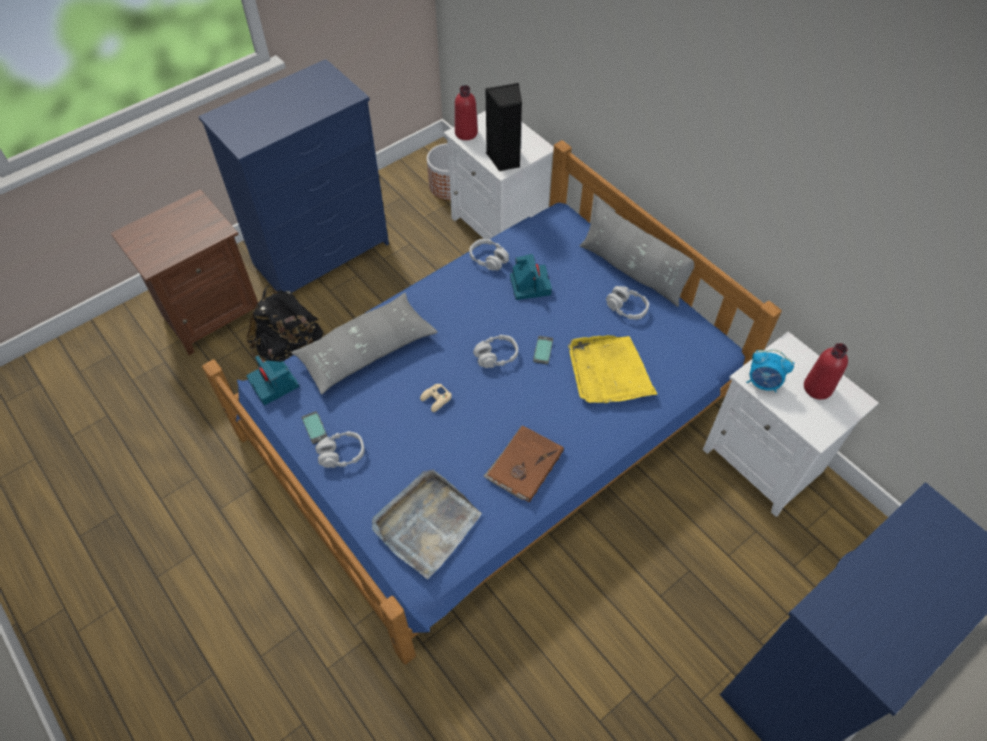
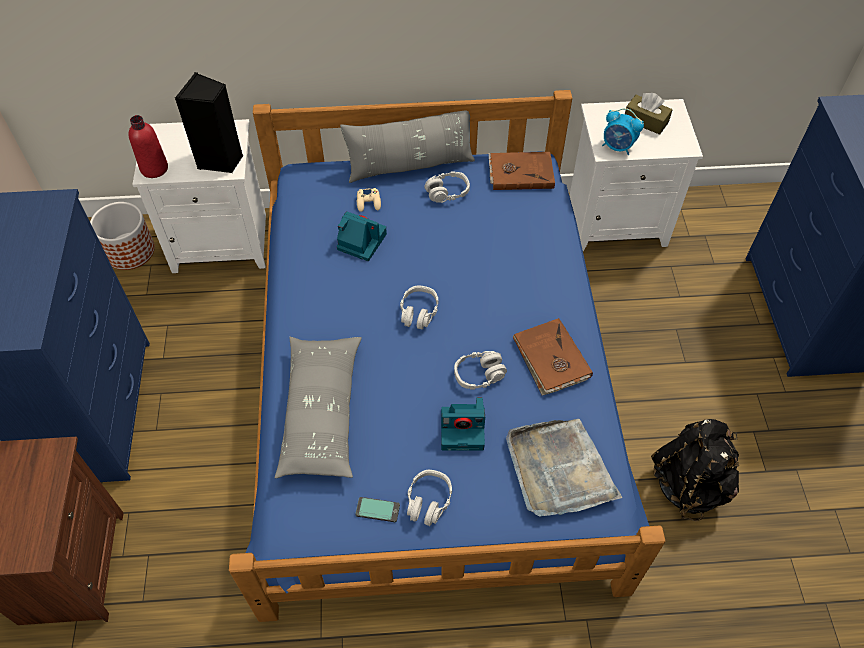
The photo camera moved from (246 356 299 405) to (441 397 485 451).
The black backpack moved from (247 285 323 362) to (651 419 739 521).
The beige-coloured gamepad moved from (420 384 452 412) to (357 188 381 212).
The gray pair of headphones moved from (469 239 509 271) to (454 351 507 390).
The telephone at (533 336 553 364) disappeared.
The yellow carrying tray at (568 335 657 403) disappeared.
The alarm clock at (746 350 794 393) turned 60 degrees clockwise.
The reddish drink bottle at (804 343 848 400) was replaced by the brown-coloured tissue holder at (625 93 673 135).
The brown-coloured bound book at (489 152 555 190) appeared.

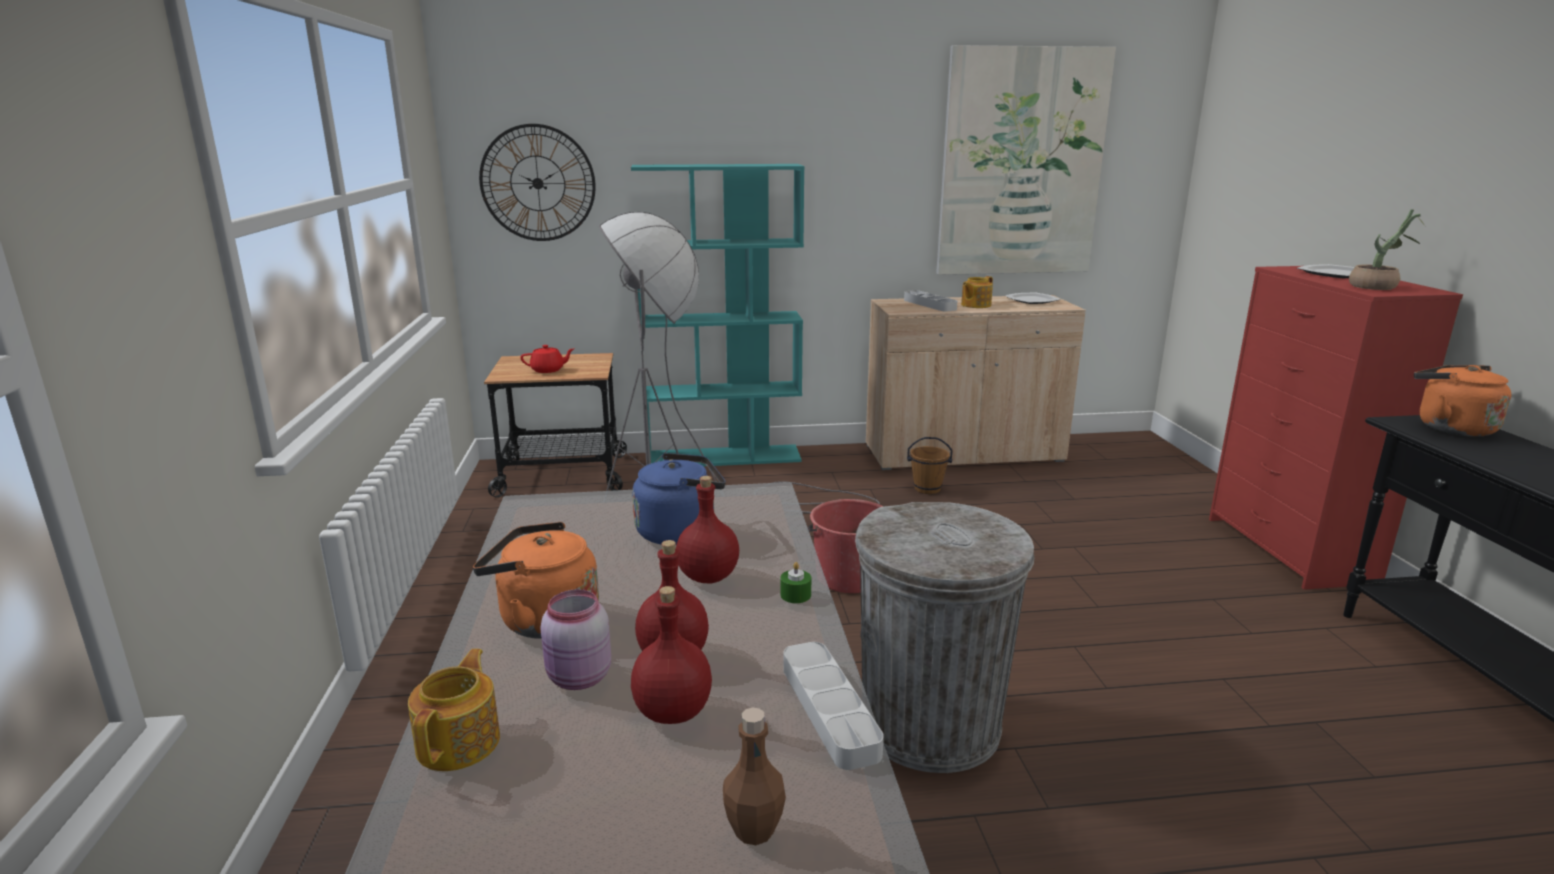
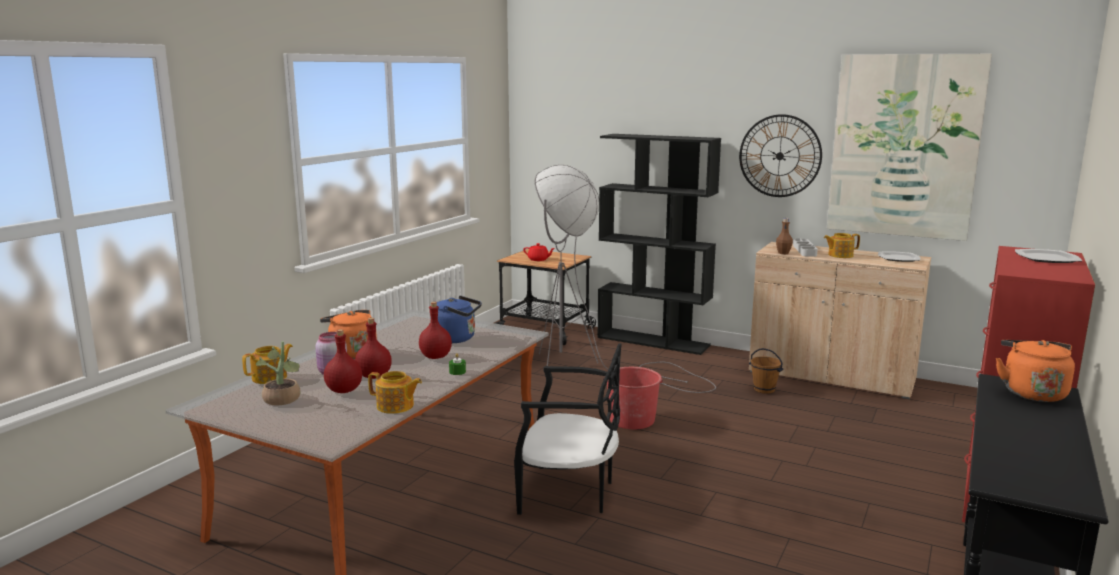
The clock on the wall moved from (479 124 596 241) to (739 114 822 197).
The turquoise-coloured bookcase at (631 164 805 466) became the black bookcase at (597 134 721 355).
The brown-coloured drink bottle moved from (723 708 786 845) to (776 218 793 254).
The gray carrying tray at (784 642 884 770) was replaced by the pot for tea at (368 371 422 414).
The gray trash can at (855 502 1035 773) was replaced by the black upright chair at (514 343 622 515).
The plant in a pot moved from (1349 209 1426 290) to (256 341 300 405).

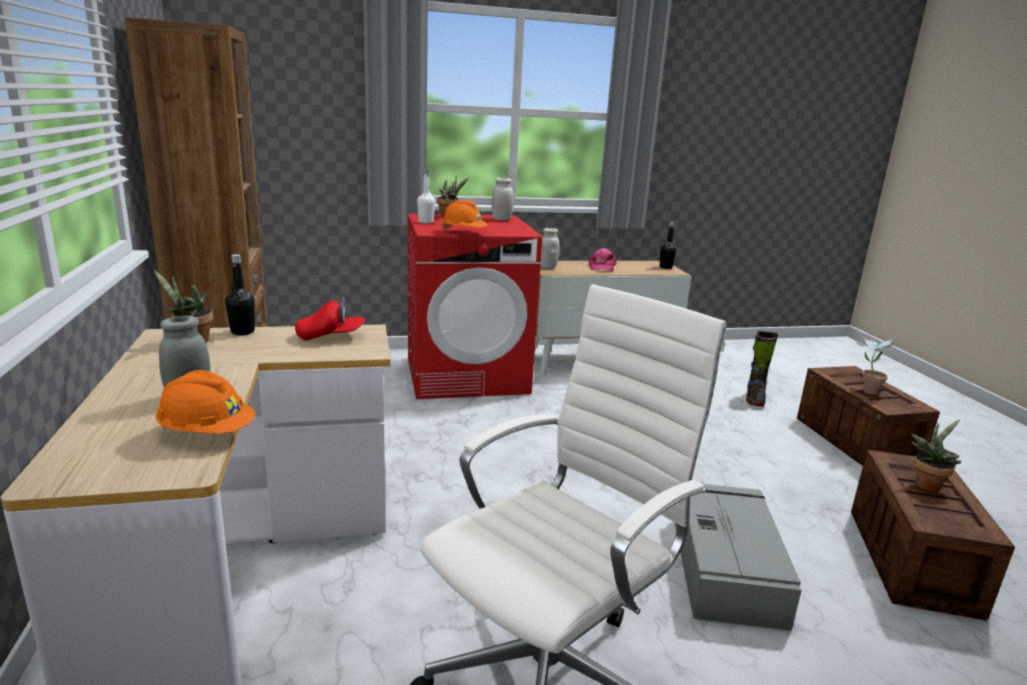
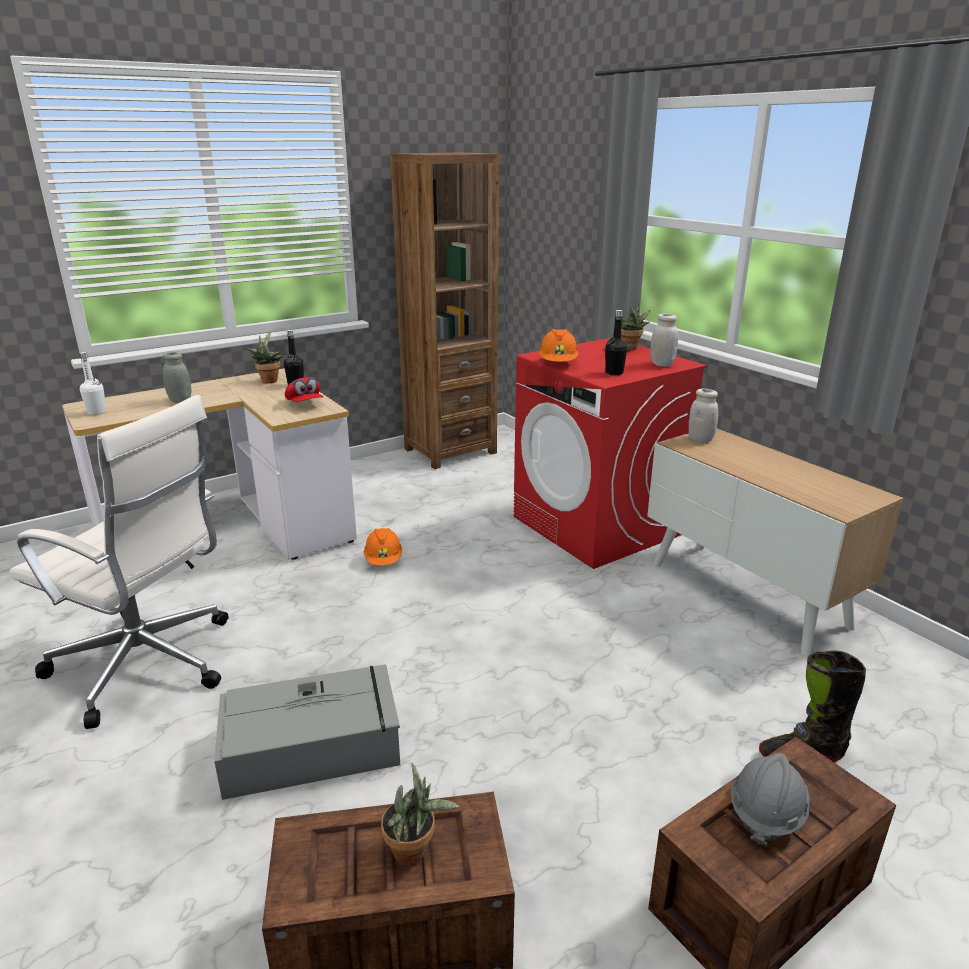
The orangey safety helmet moved from (155 370 255 434) to (364 528 403 566).
The white-coloured drink bottle moved from (417 169 435 223) to (80 352 106 415).
The pinkish baseball cap at (588 248 617 272) disappeared.
The black drink bottle moved from (660 222 677 269) to (605 310 627 375).
The plant in a pot at (856 336 894 395) was replaced by the gray safety helmet at (731 753 810 846).

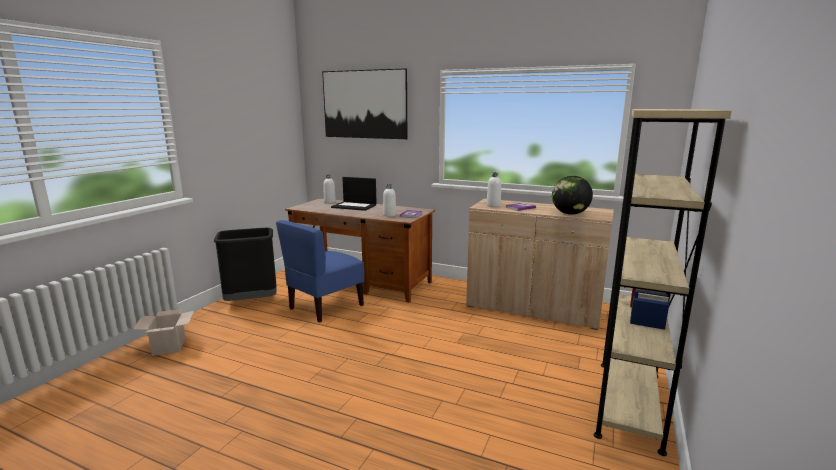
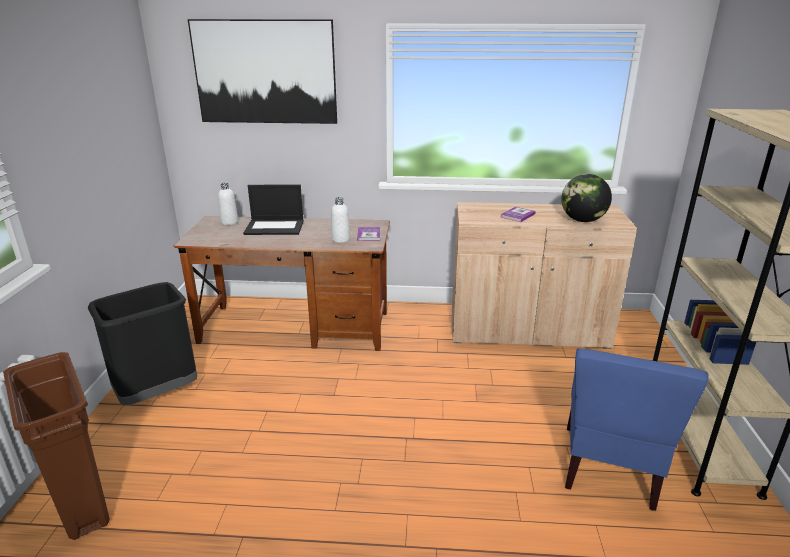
The cardboard box at (133 309 194 356) was replaced by the brown-coloured trash can at (3 352 110 540).
The blue upright chair moved from (276 220 364 323) to (565 348 709 511).
The white-coloured drink bottle at (486 172 501 207) disappeared.

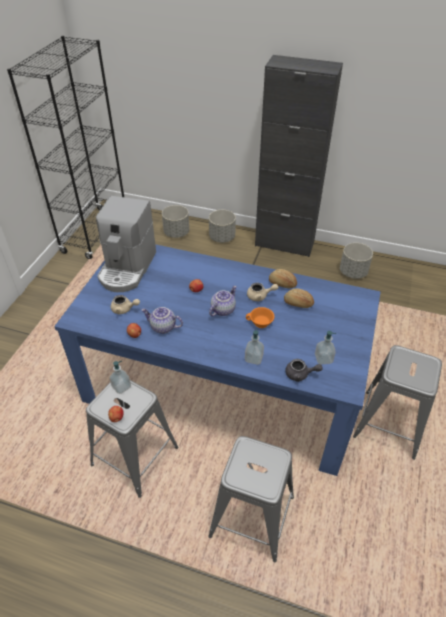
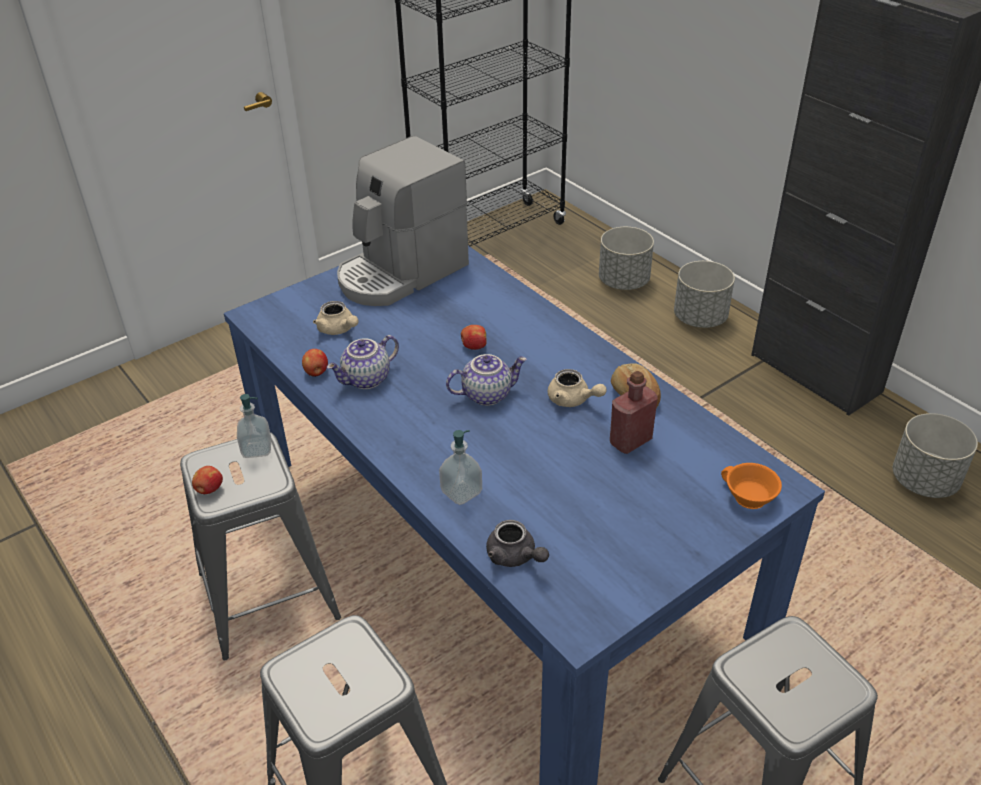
The pot for tea at (141 307 183 334) turned 90 degrees counterclockwise.
The orangey cup moved from (246 307 274 328) to (721 463 782 509).
The bakery bread at (284 288 314 308) was replaced by the reddish drink bottle at (610 371 658 454).
The soap bottle at (315 331 336 364) disappeared.

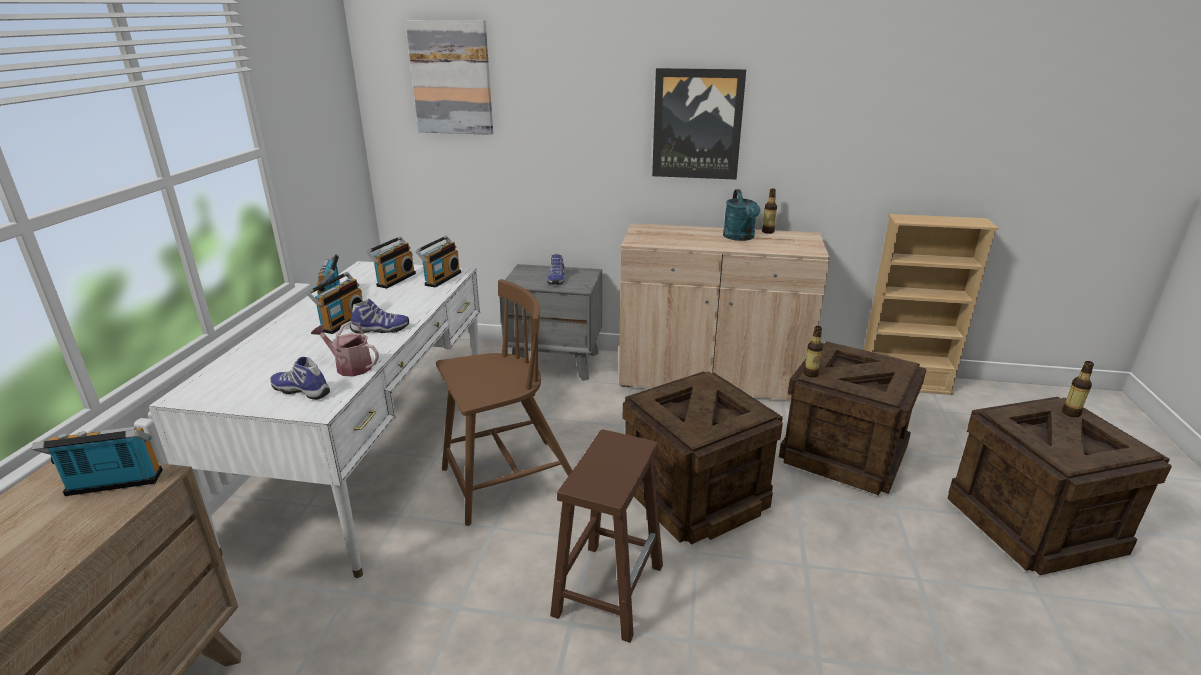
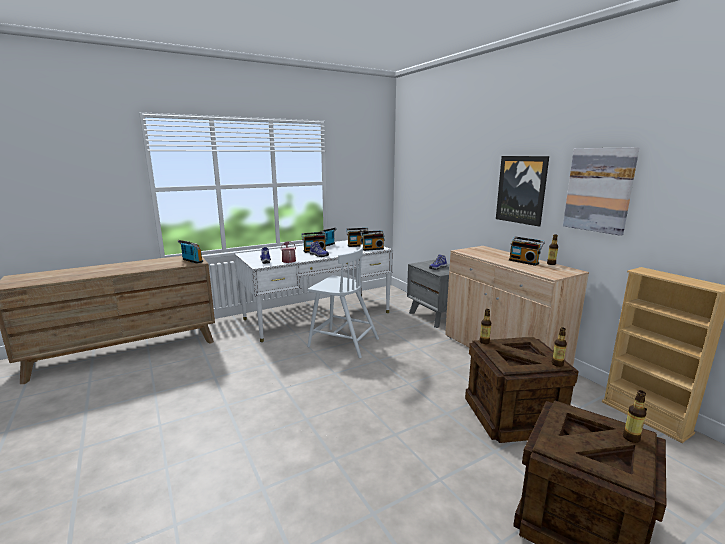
The picture moved from (405 20 493 135) to (563 147 639 236).
The brown-coloured upright chair at (436 279 573 526) became the white-coloured upright chair at (307 245 379 358).
The brown-coloured sitting stool at (550 430 663 643) disappeared.
The shipping crate at (623 371 783 545) disappeared.
The turquoise-coloured watering can at (723 189 760 241) was replaced by the radio set at (509 236 545 266).
The drink bottle at (552 327 567 367) appeared.

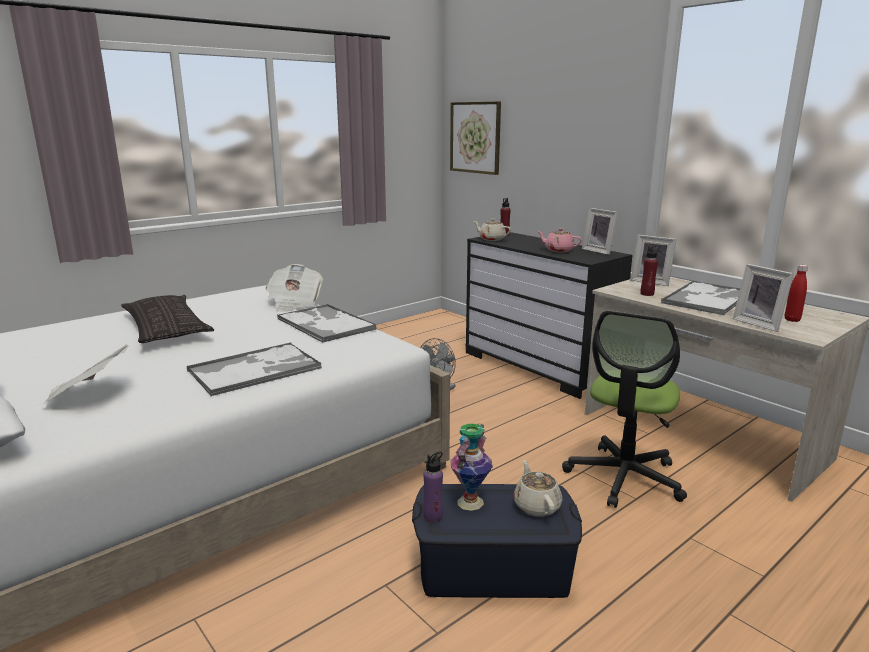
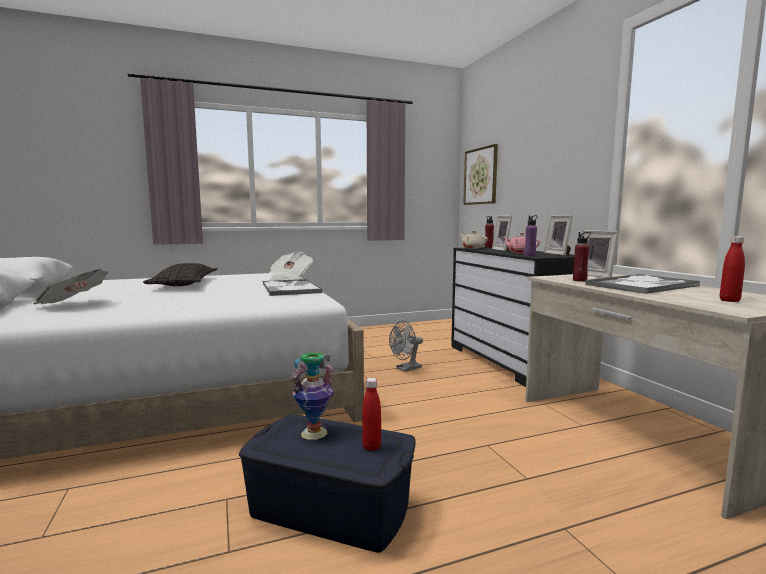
The carrying tray at (187 343 322 397) disappeared.
The purplish drink bottle moved from (424 452 443 522) to (524 215 538 256).
The beige-coloured pot for tea at (514 460 562 517) was replaced by the reddish drink bottle at (362 378 381 451).
The office chair at (562 311 687 508) disappeared.
The photo frame moved from (733 264 794 332) to (492 216 513 251).

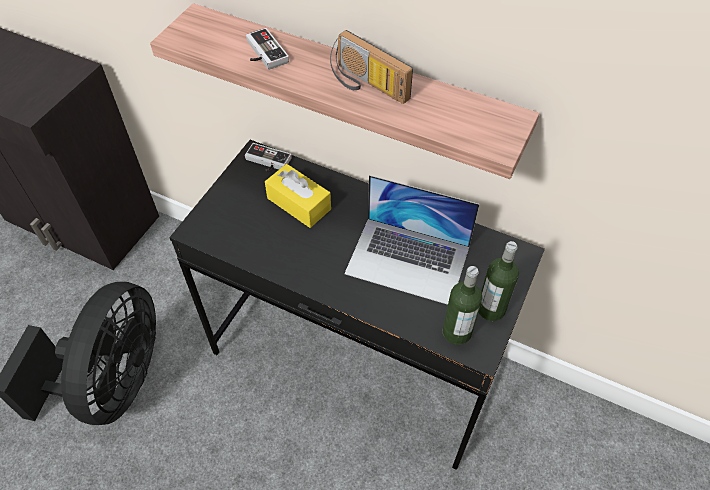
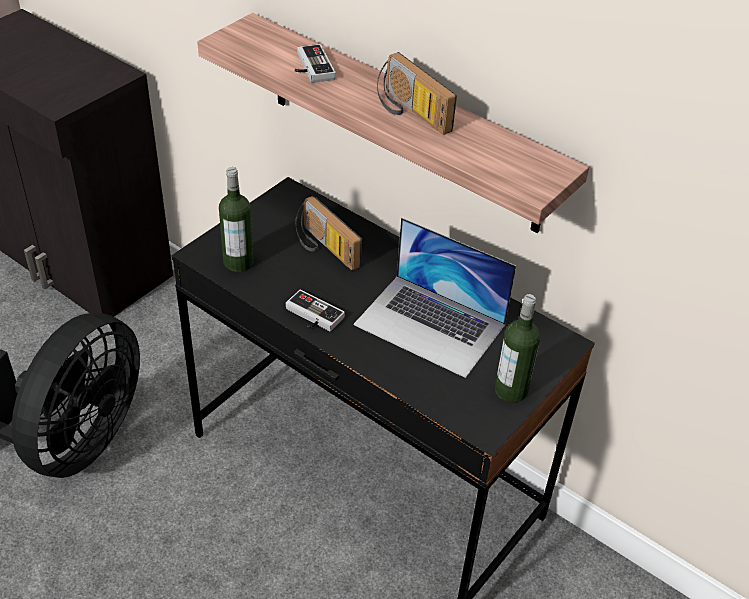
The gamepad moved from (245 143 292 172) to (286 290 345 332).
The yellow tissue holder at (265 164 331 228) was replaced by the radio set at (295 196 362 271).
The drink bottle moved from (442 266 482 345) to (219 167 254 272).

